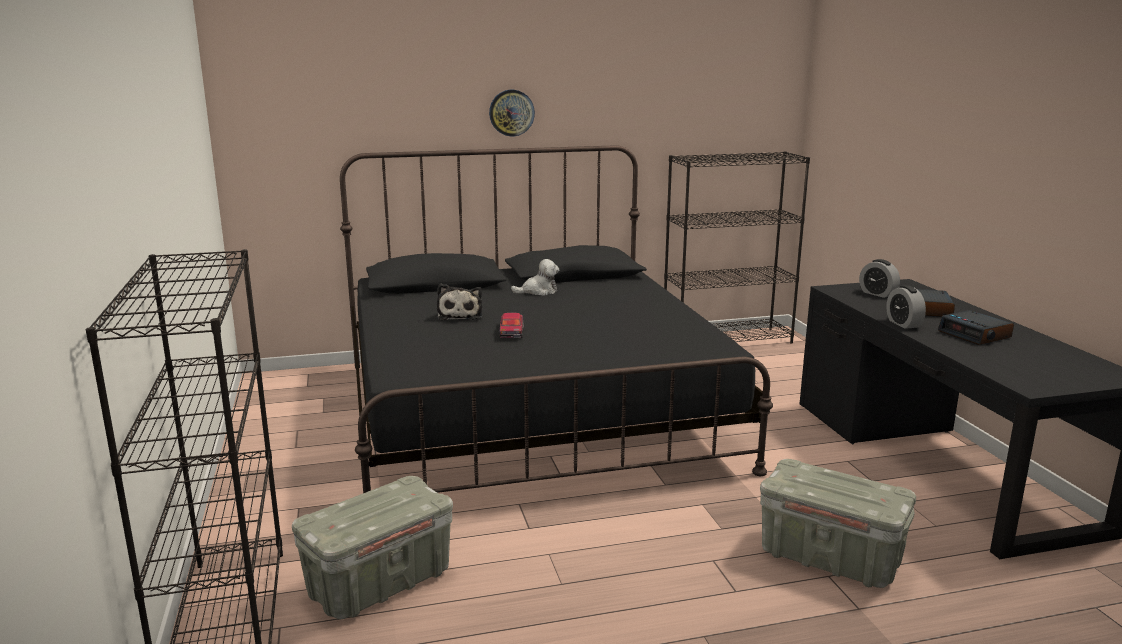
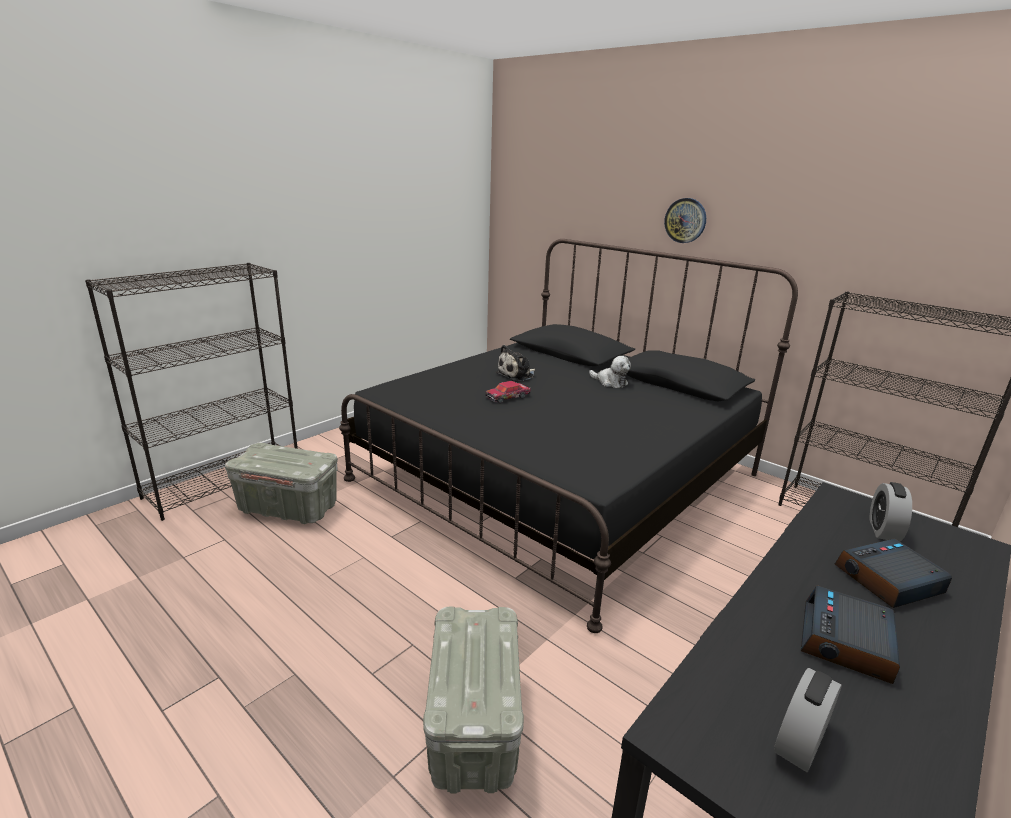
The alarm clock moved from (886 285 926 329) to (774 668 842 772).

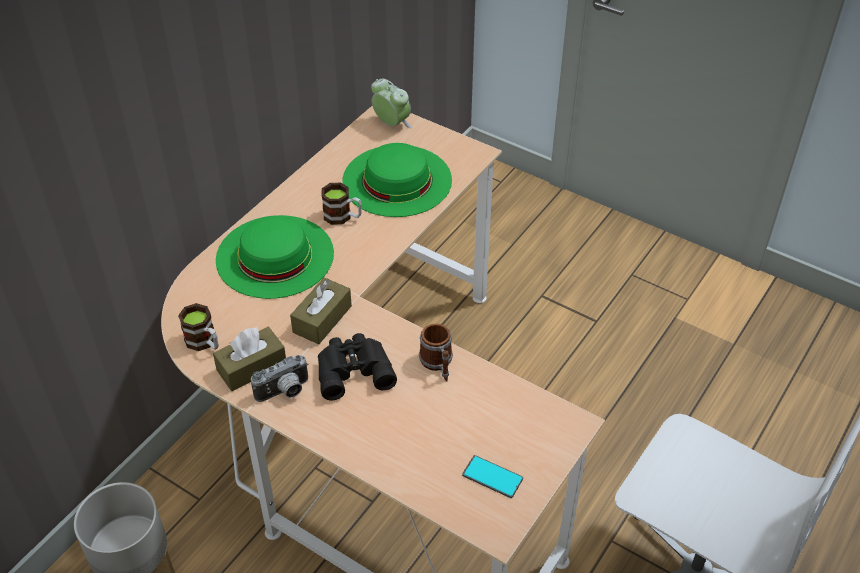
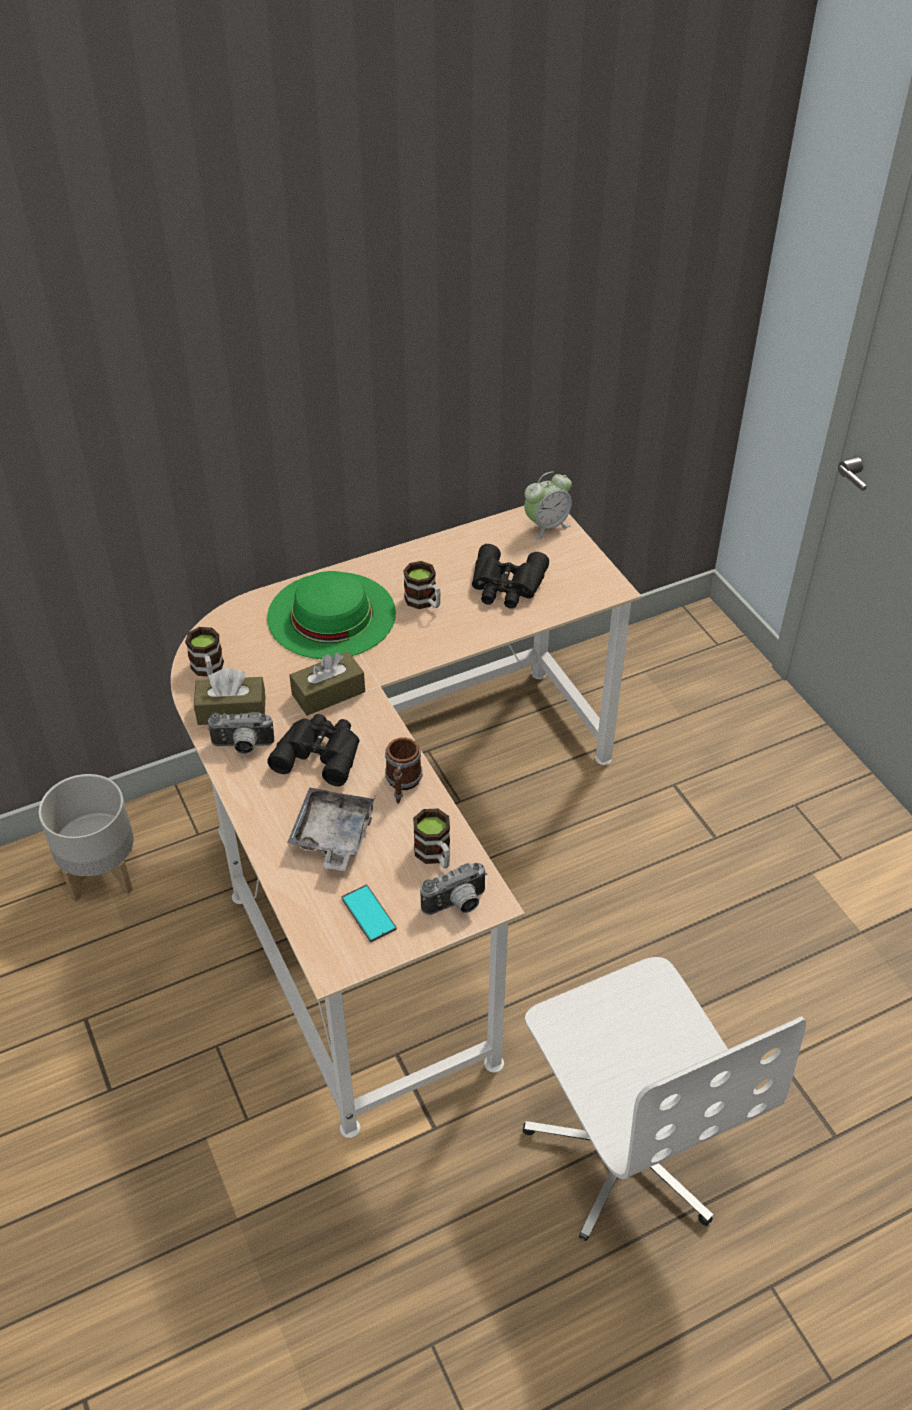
The greenish hat at (342 143 452 217) was replaced by the black field glasses at (472 544 549 609).
The alarm clock at (371 78 412 128) turned 75 degrees clockwise.
The gray carrying tray at (287 787 375 871) appeared.
The tea mug at (413 808 450 869) appeared.
The photo camera at (420 863 487 915) appeared.

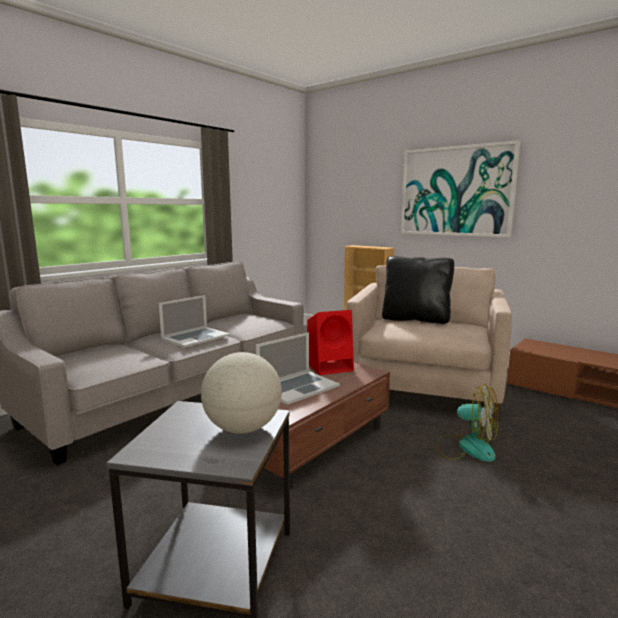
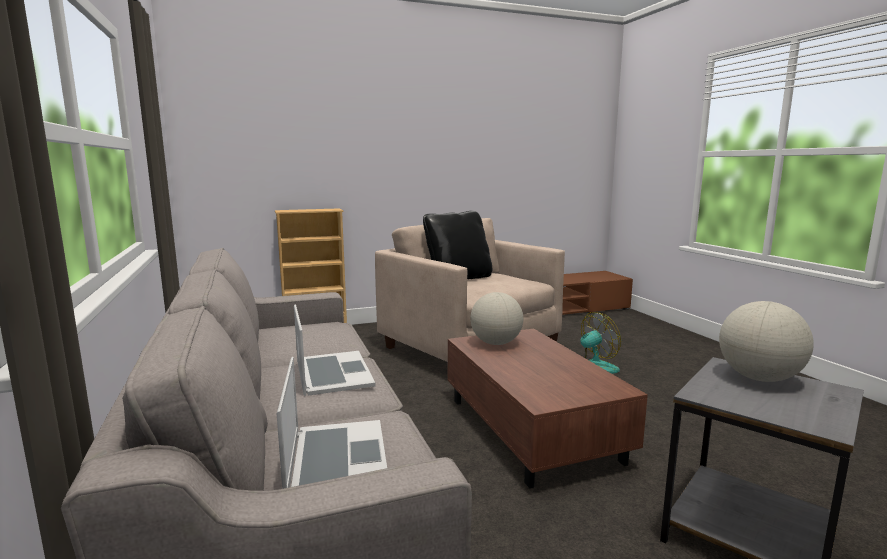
The portable computer moved from (256 332 340 405) to (277 357 387 489).
The reddish speaker at (307 310 354 375) was replaced by the globe at (470 292 523 345).
The picture at (401 140 521 237) disappeared.

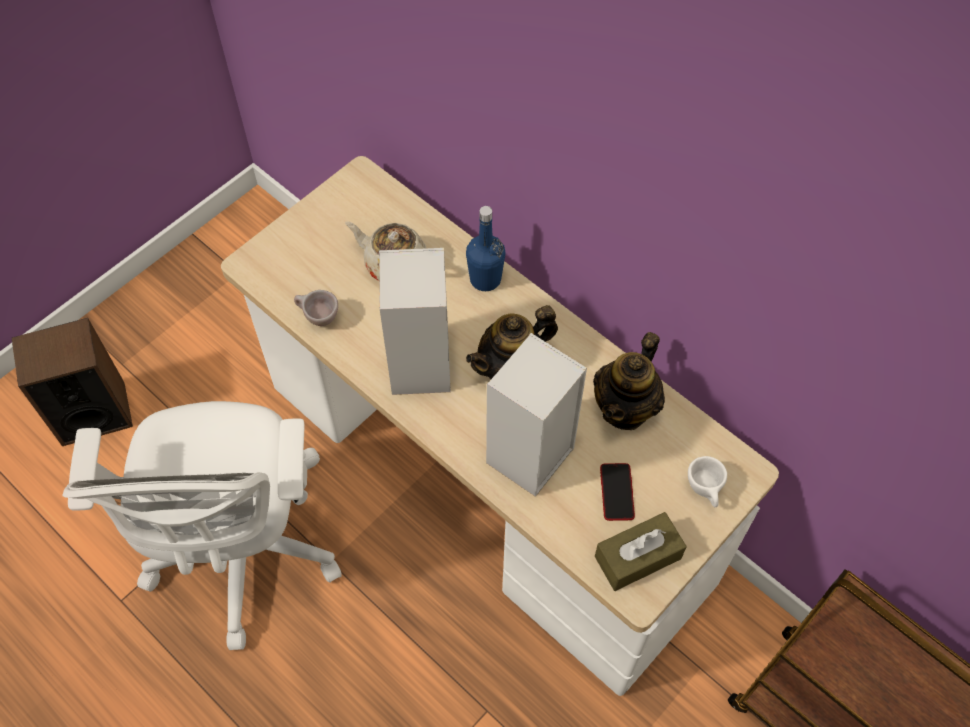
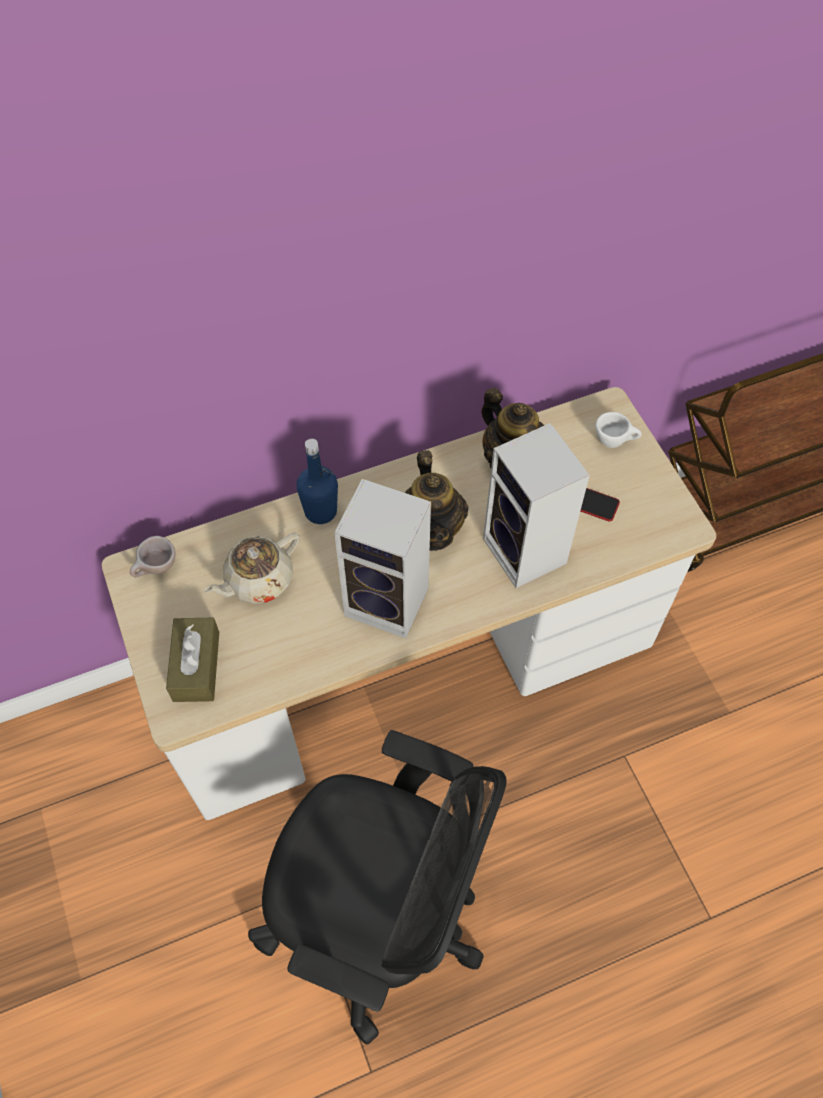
The speaker at (12 318 133 446) disappeared.
The white-coloured office chair at (62 401 341 650) became the black office chair at (248 730 507 1045).
The beige-coloured cup moved from (294 290 338 326) to (130 536 175 578).
The brown-coloured tissue holder moved from (595 512 687 591) to (166 618 219 702).

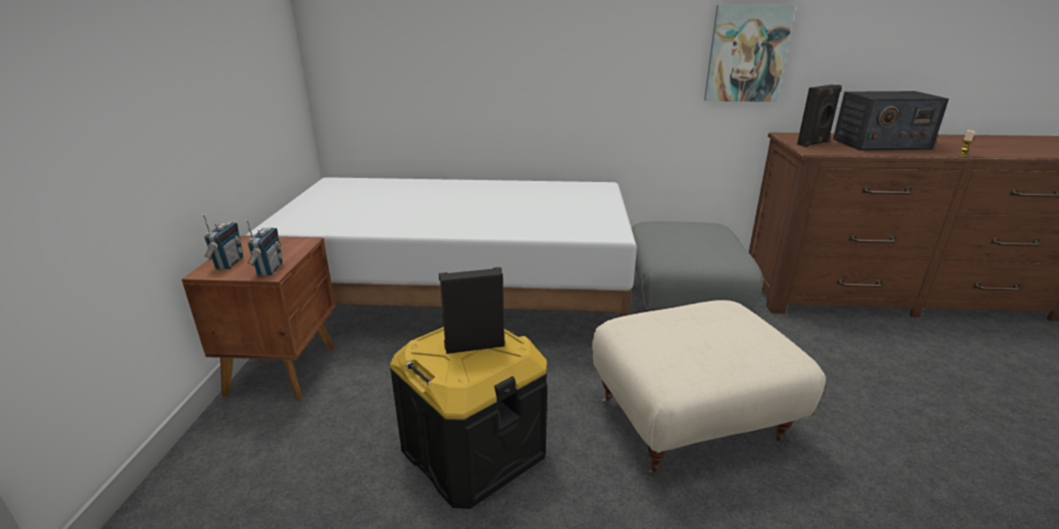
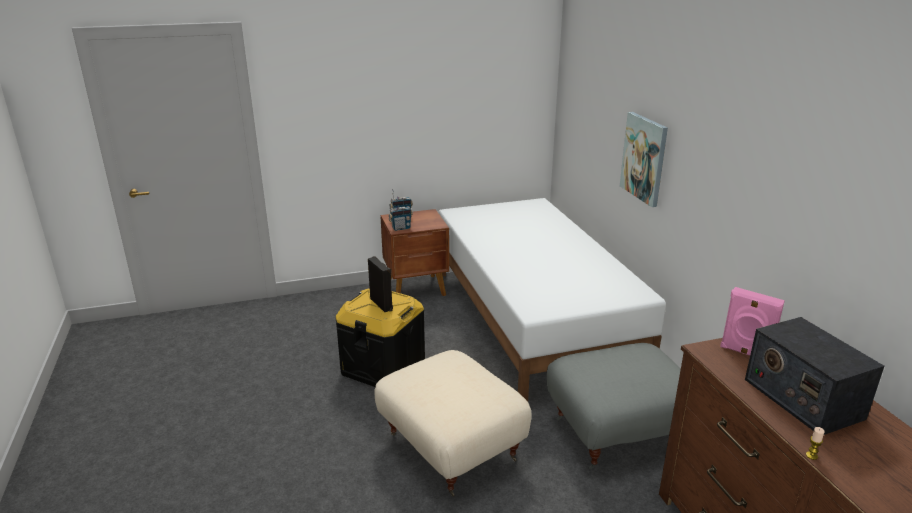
The picture moved from (704 5 795 102) to (620 112 668 207).
The black speaker at (797 85 842 147) became the pinkish speaker at (720 287 785 356).

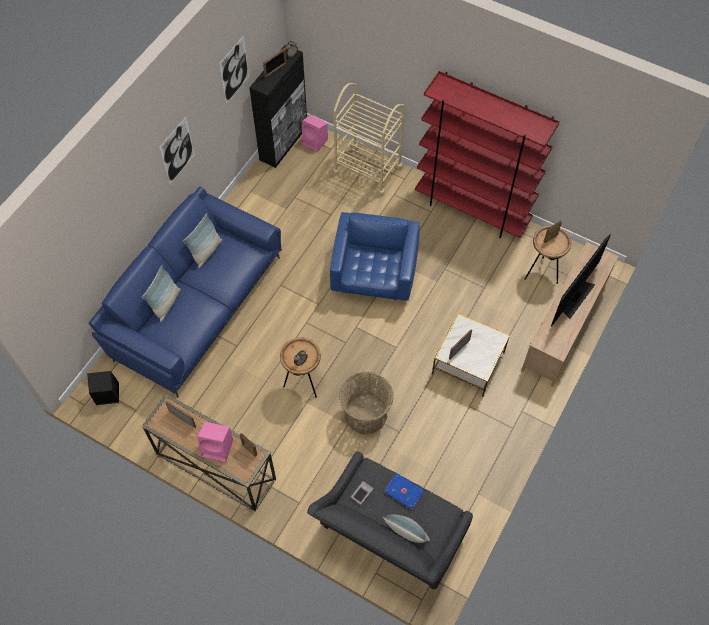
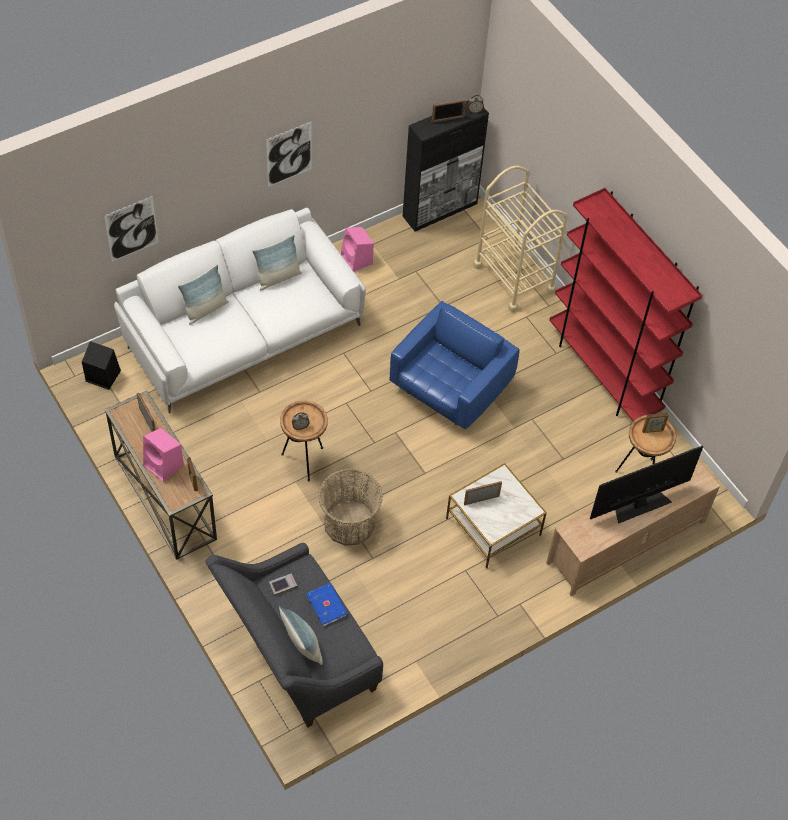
The blue settee at (89 187 281 398) became the white-coloured settee at (114 208 366 413).
The picture moved from (219 35 249 104) to (104 196 158 262).
The pinkish speaker moved from (302 115 328 152) to (341 227 374 272).

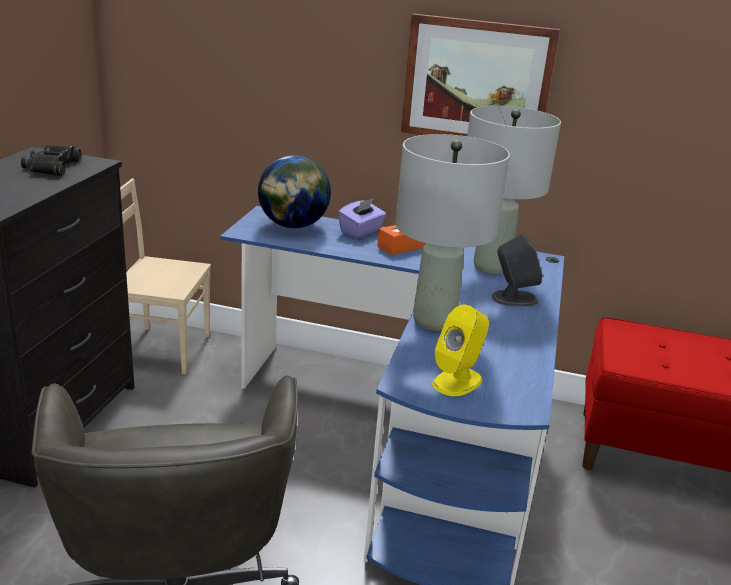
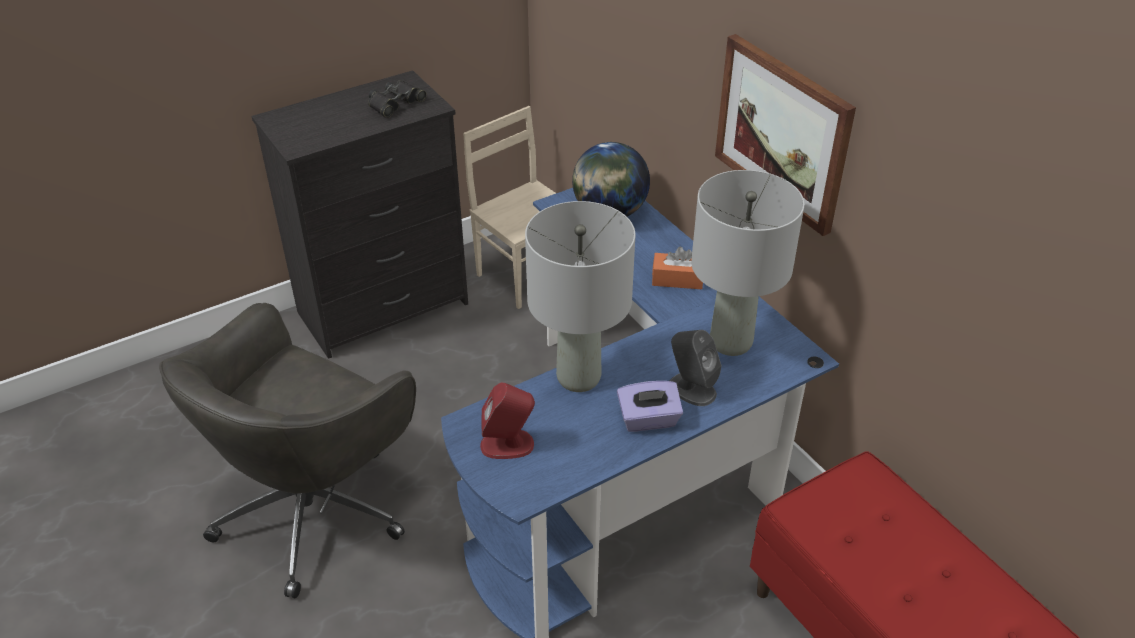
The purplish tissue holder moved from (338 198 386 238) to (617 381 683 432).
The yellow speaker at (432 305 489 396) became the reddish speaker at (480 382 535 459).

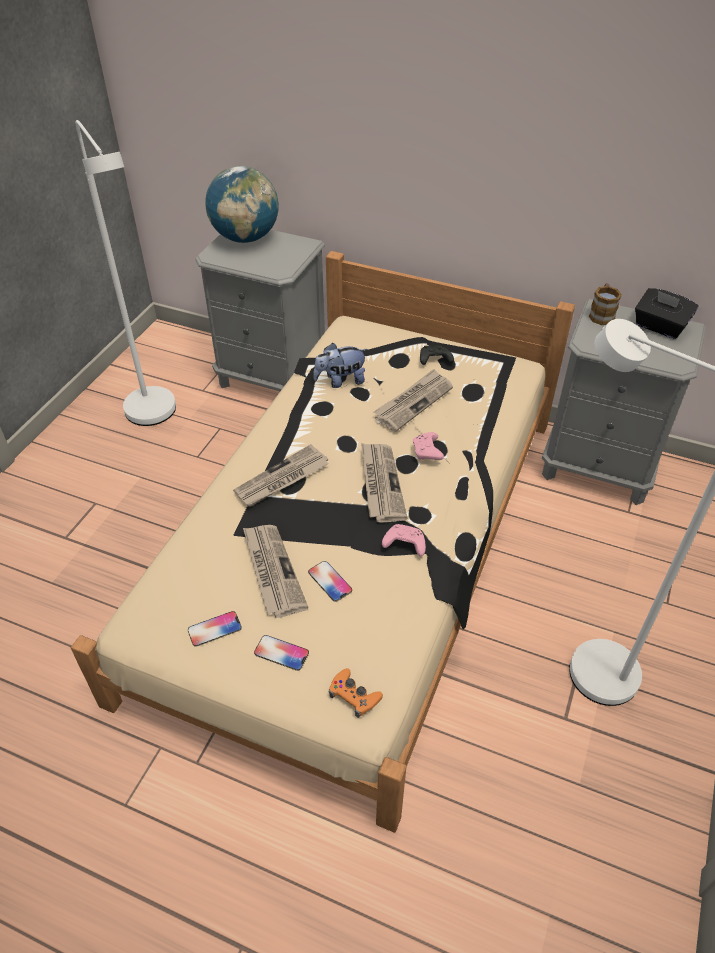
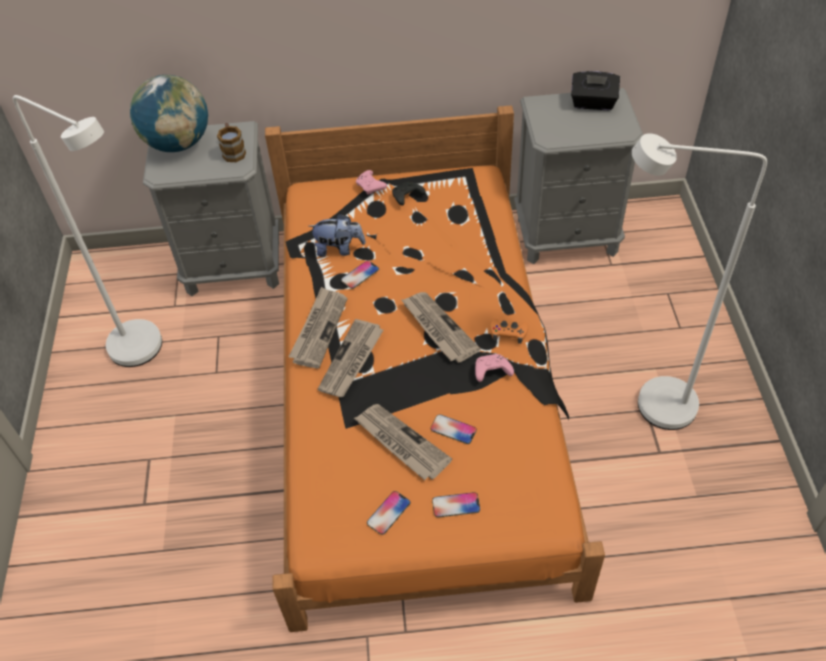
The beige-coloured bedroom bed at (71 251 575 833) became the orangey bedroom bed at (265 106 605 632).
The cuddly toy at (313 343 368 388) turned 135 degrees counterclockwise.
The orangey gamepad moved from (329 668 383 718) to (490 318 528 344).
The printed paper moved from (374 369 453 432) to (288 287 347 368).
The pinkish gamepad moved from (413 432 444 460) to (356 170 387 195).
The tea mug moved from (589 283 622 325) to (217 123 246 162).
The telephone at (341 260 379 289) appeared.

